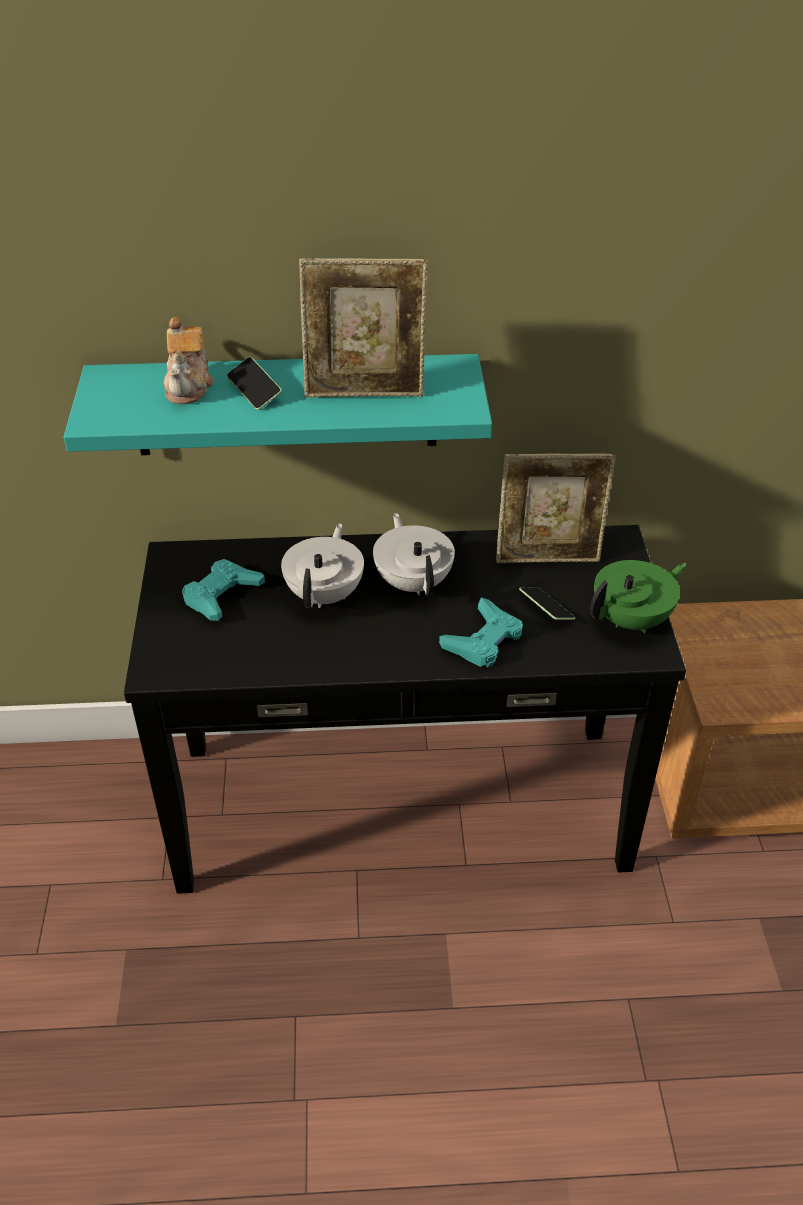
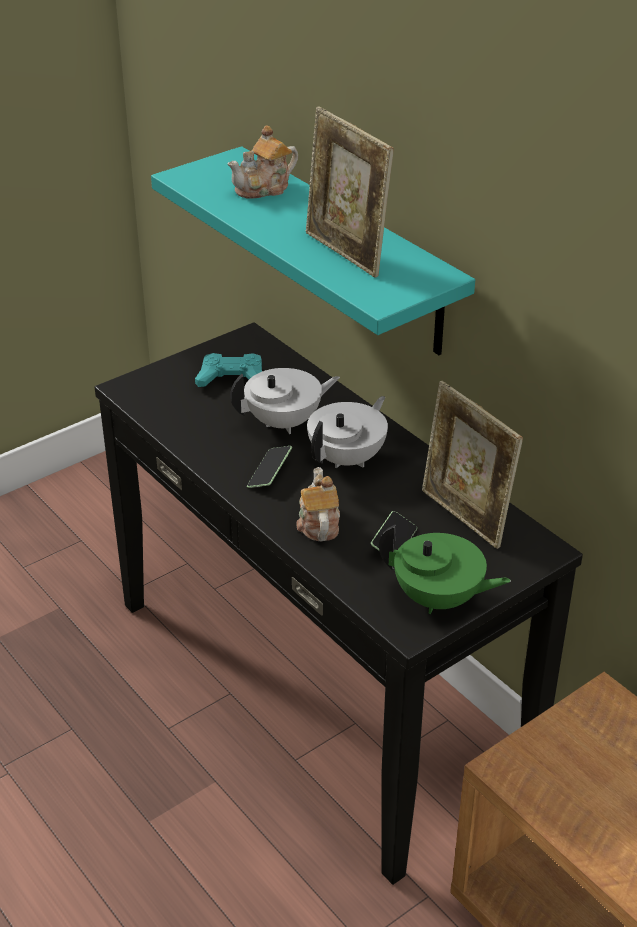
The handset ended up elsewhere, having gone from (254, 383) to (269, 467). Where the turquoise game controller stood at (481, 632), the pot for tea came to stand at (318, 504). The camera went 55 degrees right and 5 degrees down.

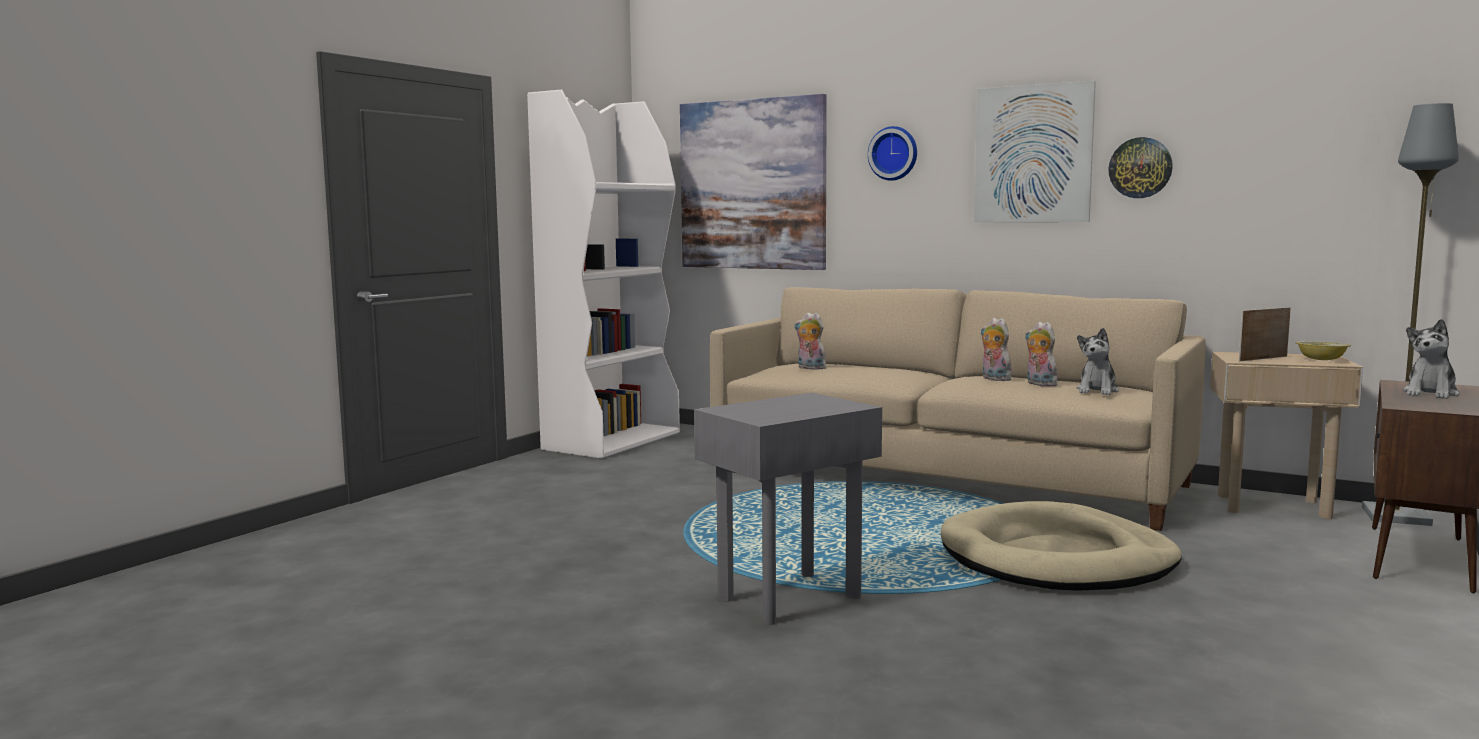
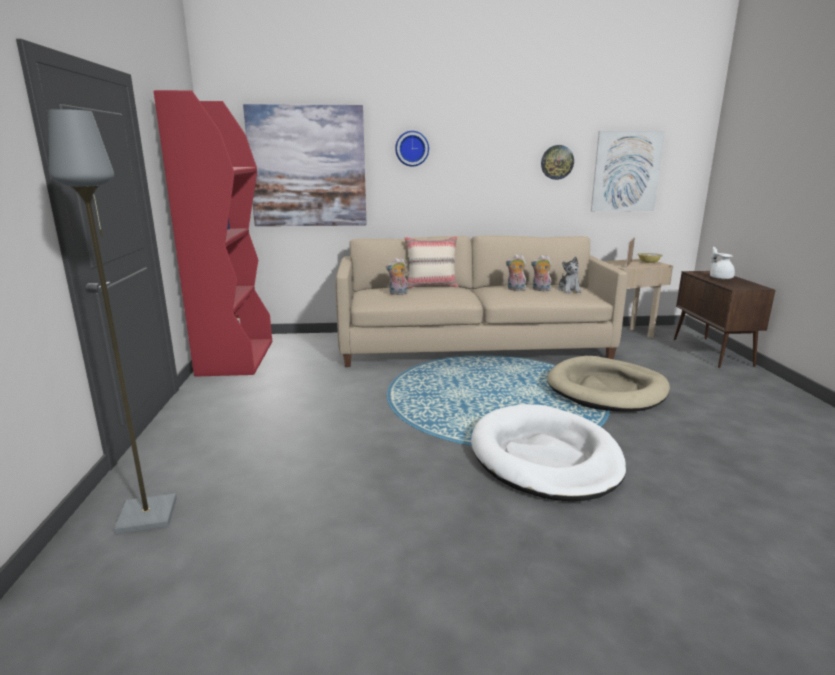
What was the white-coloured bookshelf at (603, 274) turned into the red bookshelf at (213, 233). Where the greyish side table stood at (788, 509), the white-coloured dog bed came to stand at (548, 452). The picture ended up elsewhere, having gone from (1035, 151) to (628, 171). The greyish floor lamp ended up elsewhere, having gone from (1410, 314) to (113, 321). Where the soft toy stood at (1431, 359), the white-coloured pot for tea came to stand at (722, 263). The second view gained the beige cushion at (431, 262). The camera went 35 degrees left and 10 degrees up.

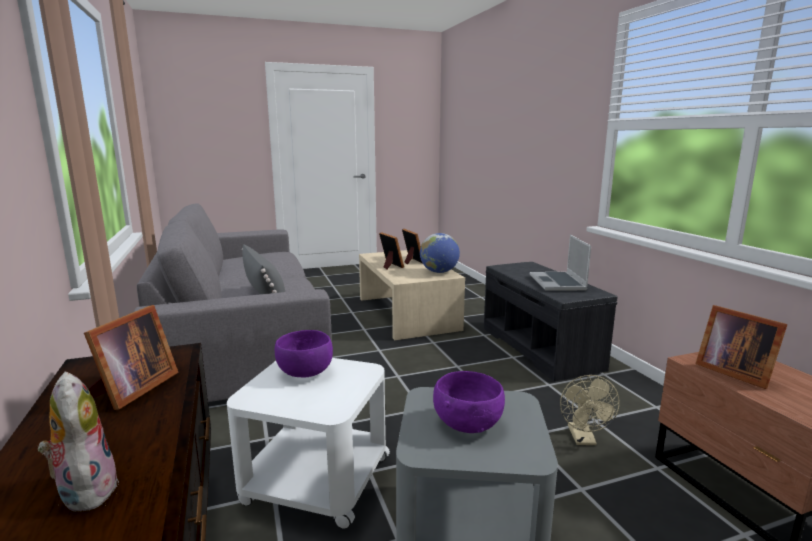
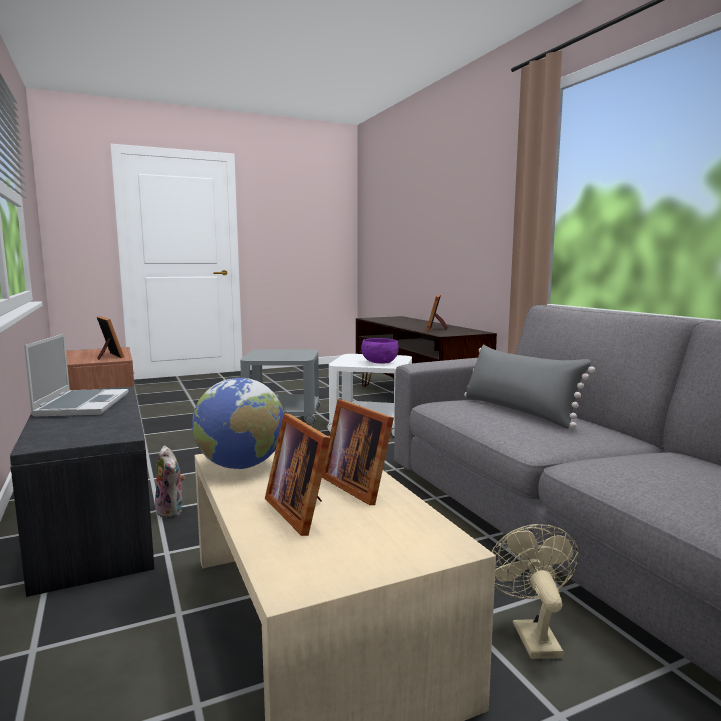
The soft toy ended up elsewhere, having gone from (78, 442) to (170, 482). The second view lost the purple bowl at (469, 402). The beige electric fan ended up elsewhere, having gone from (590, 410) to (535, 591). The camera went 175 degrees right and 5 degrees down.

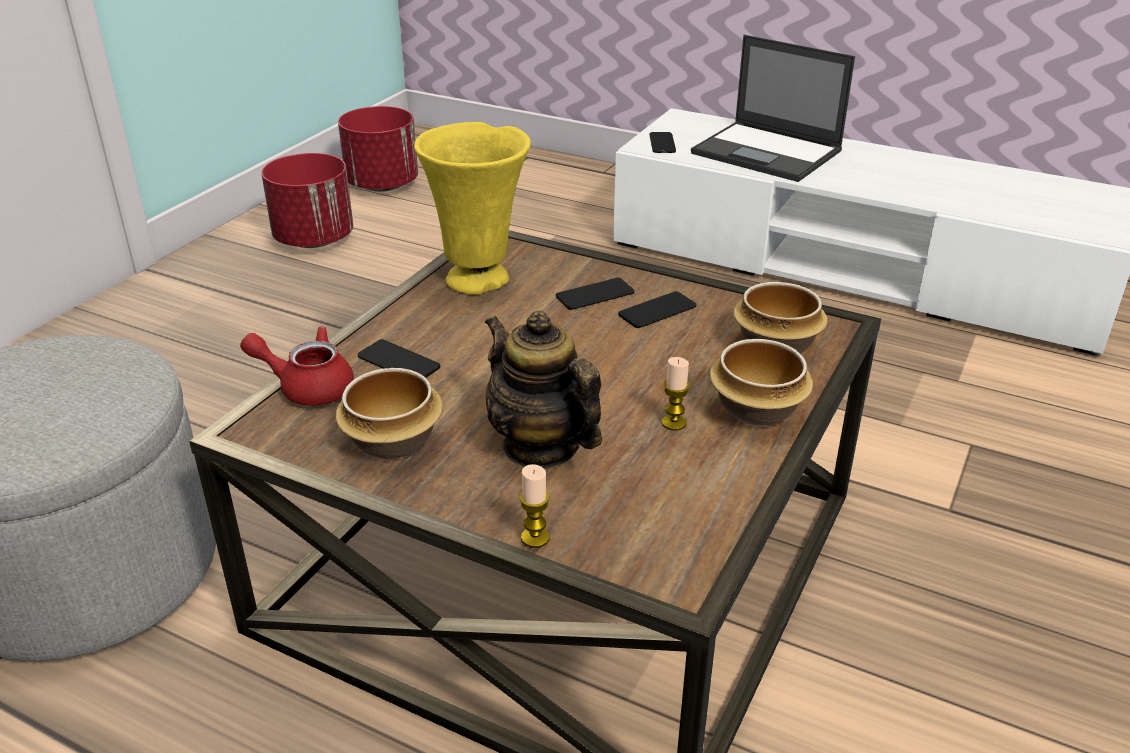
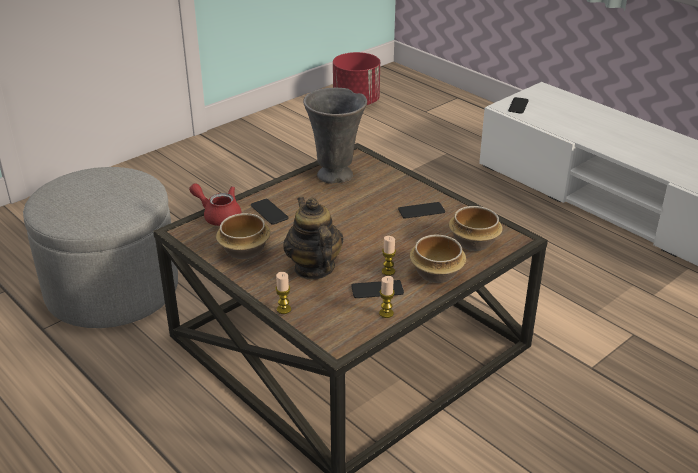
The second view lost the red planter at (307, 200). What was the yellow-coloured vase at (472, 208) turned into the greyish vase at (335, 136). The handset ended up elsewhere, having gone from (595, 293) to (377, 289). The second view lost the laptop at (773, 108). The second view gained the candle at (387, 297). The camera went 20 degrees right and 0 degrees up.

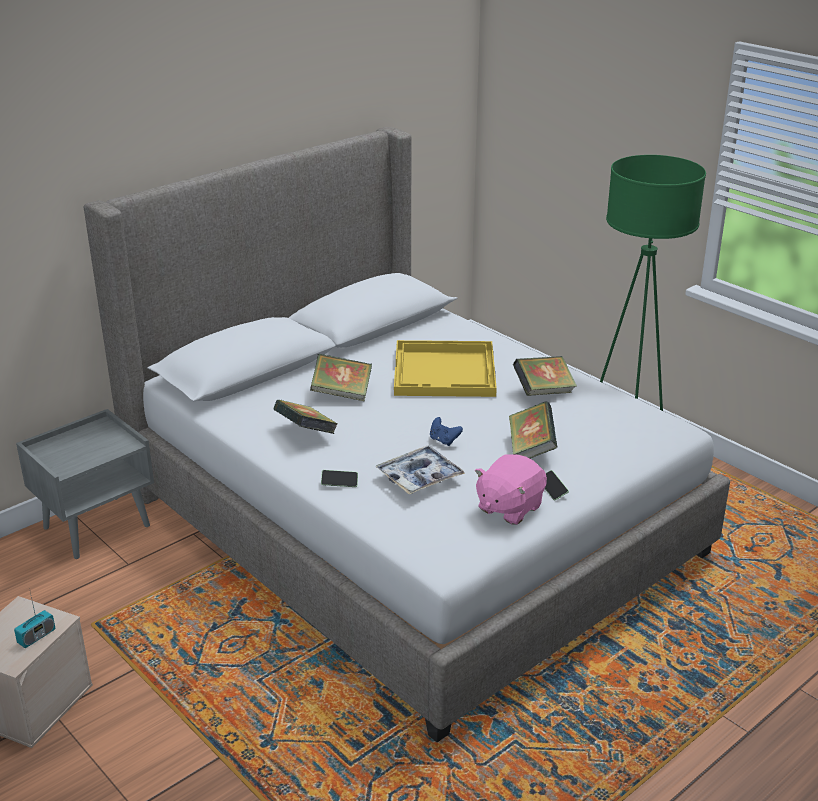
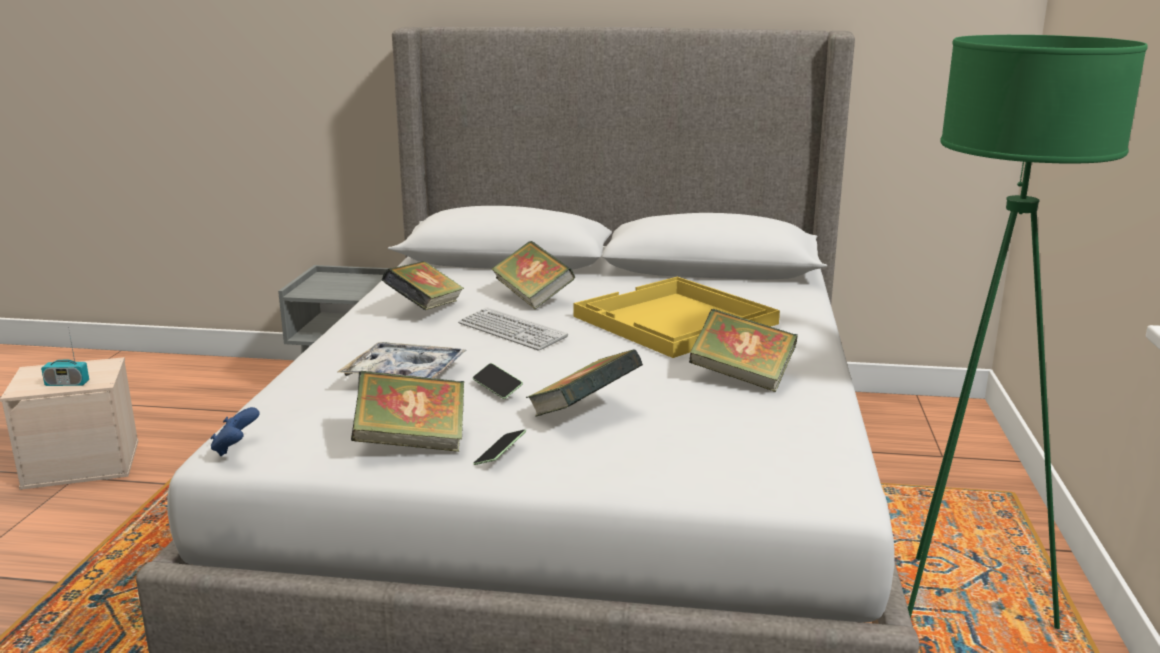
The handset ended up elsewhere, having gone from (339, 478) to (498, 381). The blue game controller ended up elsewhere, having gone from (446, 431) to (235, 431). Where the pinkish soft toy stood at (511, 489), the bound book came to stand at (407, 411). The second view gained the keyboard at (513, 329). The camera went 50 degrees right and 10 degrees down.

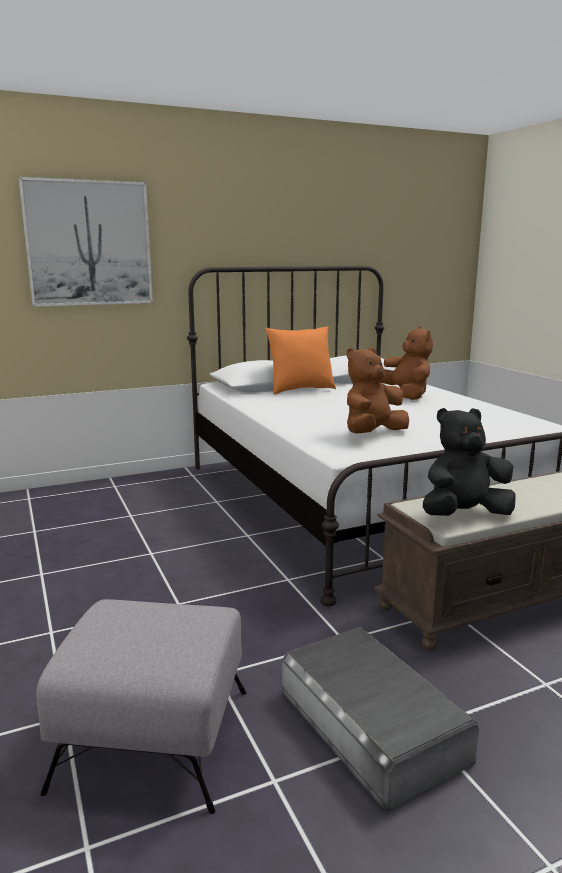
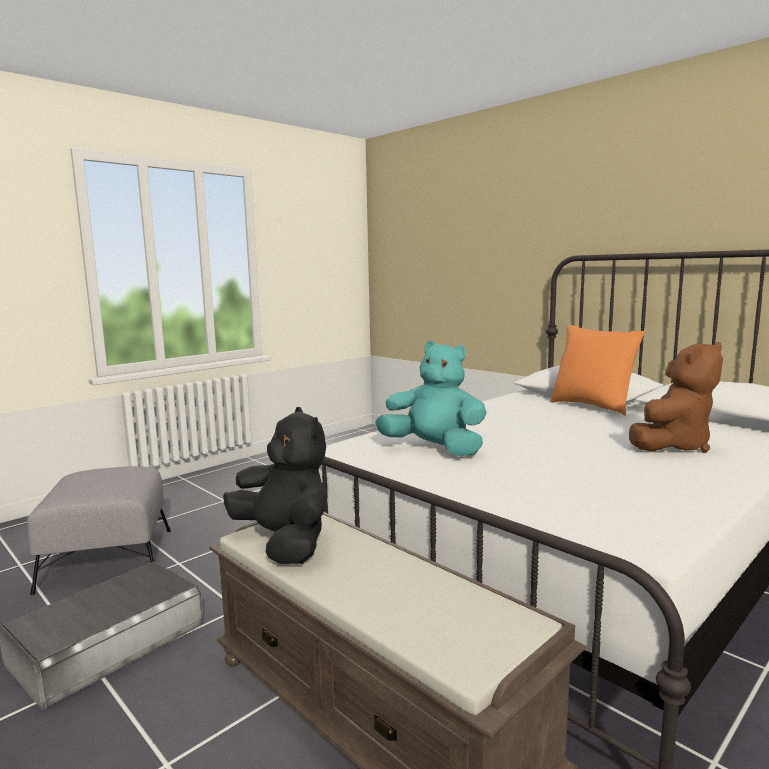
The second view lost the picture at (86, 242). What was the brownish soft toy at (378, 390) turned into the turquoise soft toy at (431, 398). The camera went 70 degrees right and 5 degrees down.

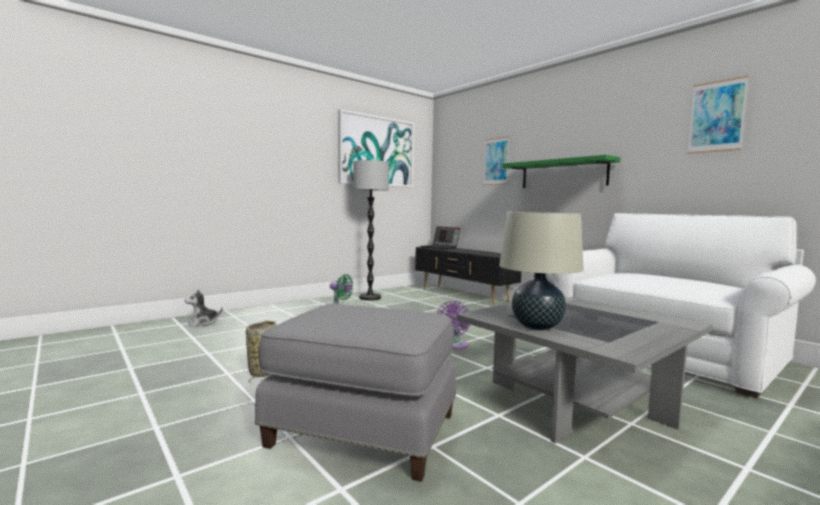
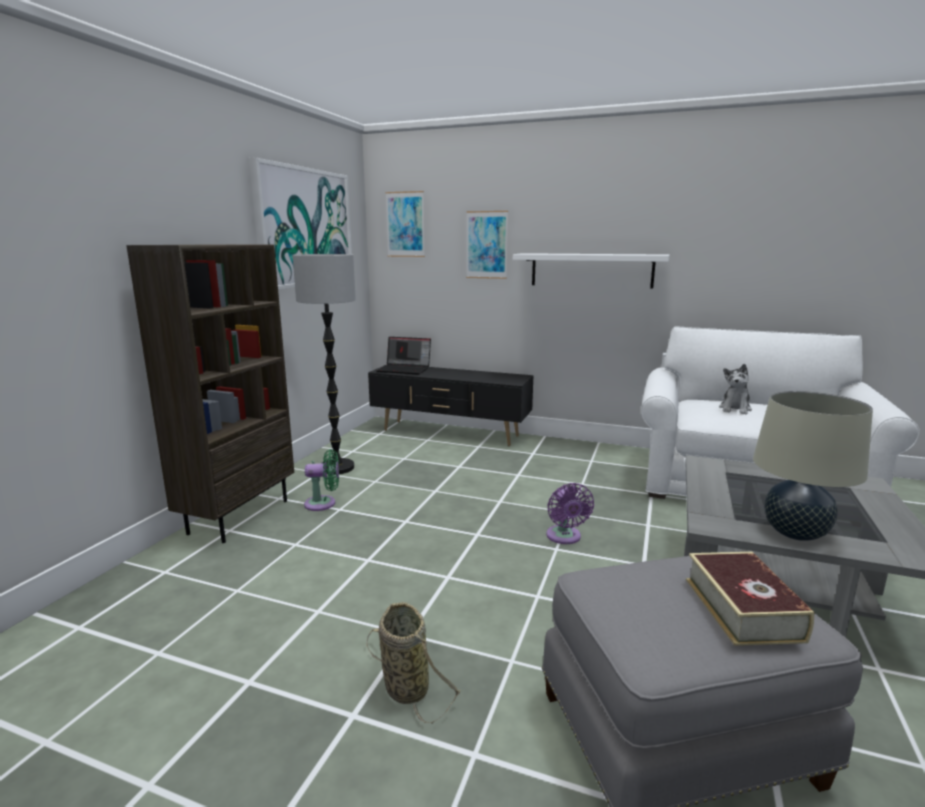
The soft toy ended up elsewhere, having gone from (204, 308) to (735, 389). What was the greenish bracket shelf at (561, 171) turned into the white-coloured bracket shelf at (591, 271). The picture ended up elsewhere, having gone from (718, 114) to (405, 224). The second view gained the brownish bookshelf at (210, 393). The second view gained the bound book at (750, 599). The camera went 30 degrees left and 10 degrees up.

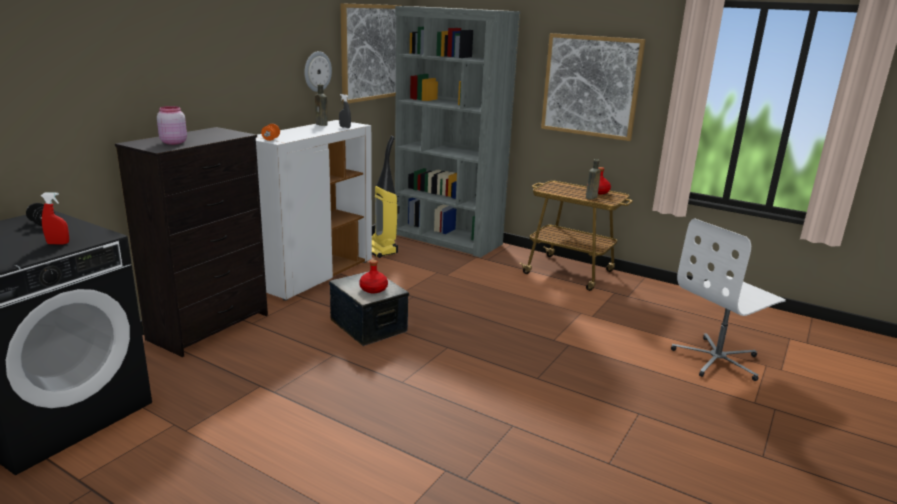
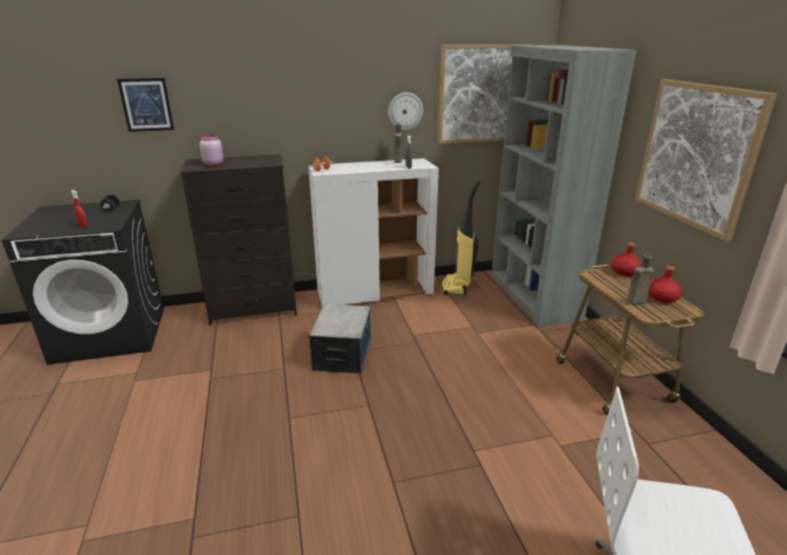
The red bottle ended up elsewhere, having gone from (373, 276) to (626, 259). The second view gained the picture at (145, 105). The camera went 45 degrees right and 5 degrees up.

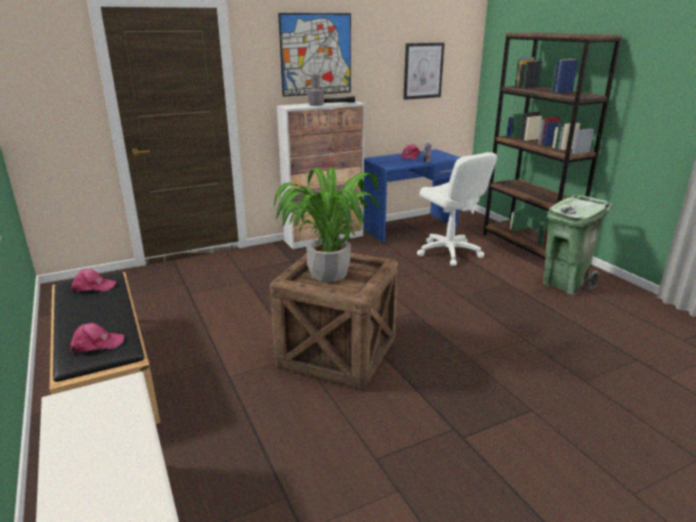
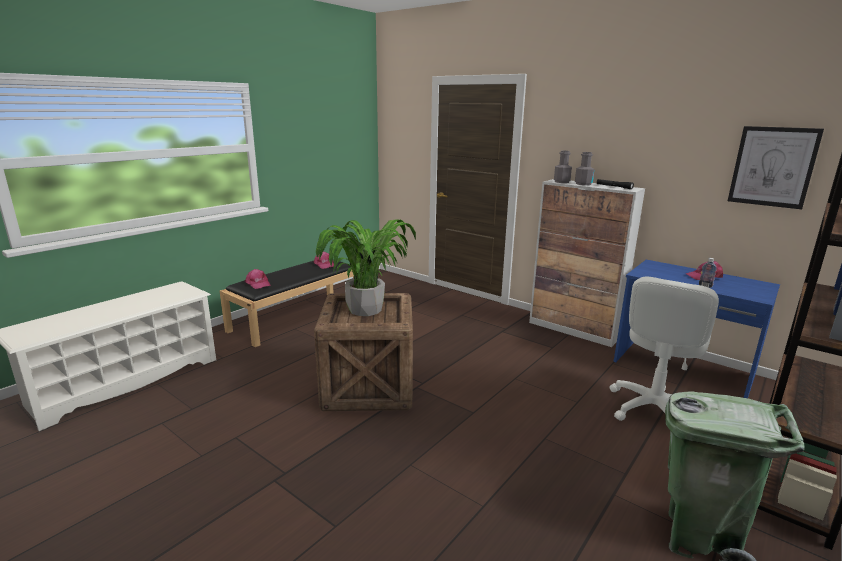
The second view lost the picture at (314, 55). The second view gained the greyish bottle at (563, 167). The camera went 65 degrees right and 5 degrees down.

